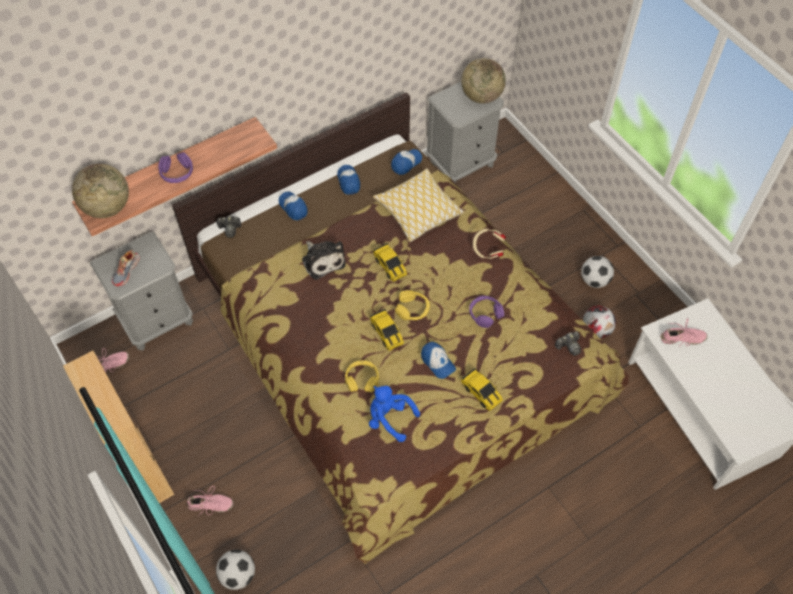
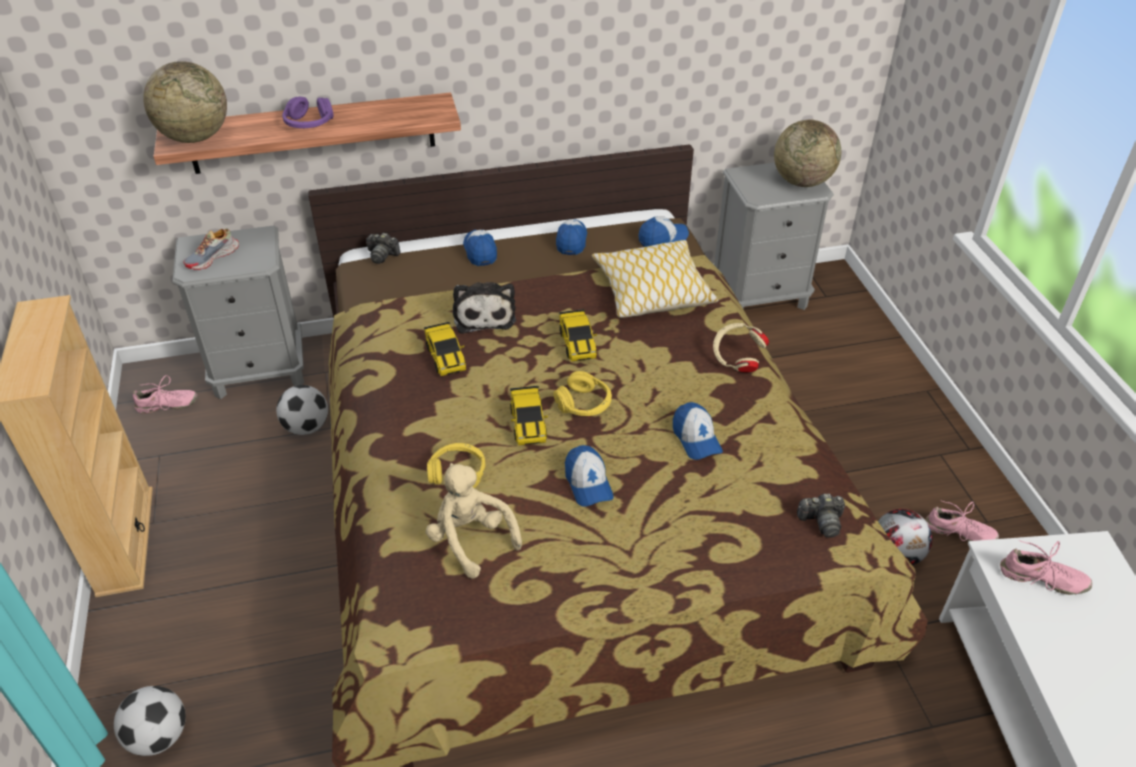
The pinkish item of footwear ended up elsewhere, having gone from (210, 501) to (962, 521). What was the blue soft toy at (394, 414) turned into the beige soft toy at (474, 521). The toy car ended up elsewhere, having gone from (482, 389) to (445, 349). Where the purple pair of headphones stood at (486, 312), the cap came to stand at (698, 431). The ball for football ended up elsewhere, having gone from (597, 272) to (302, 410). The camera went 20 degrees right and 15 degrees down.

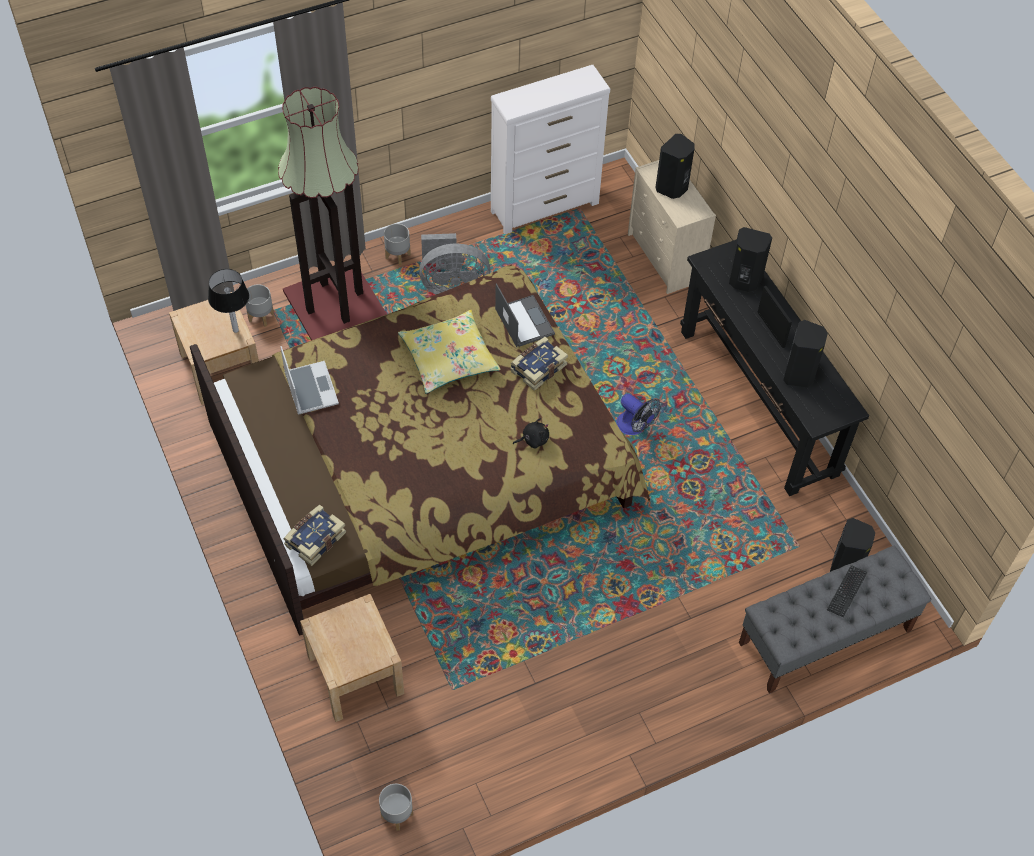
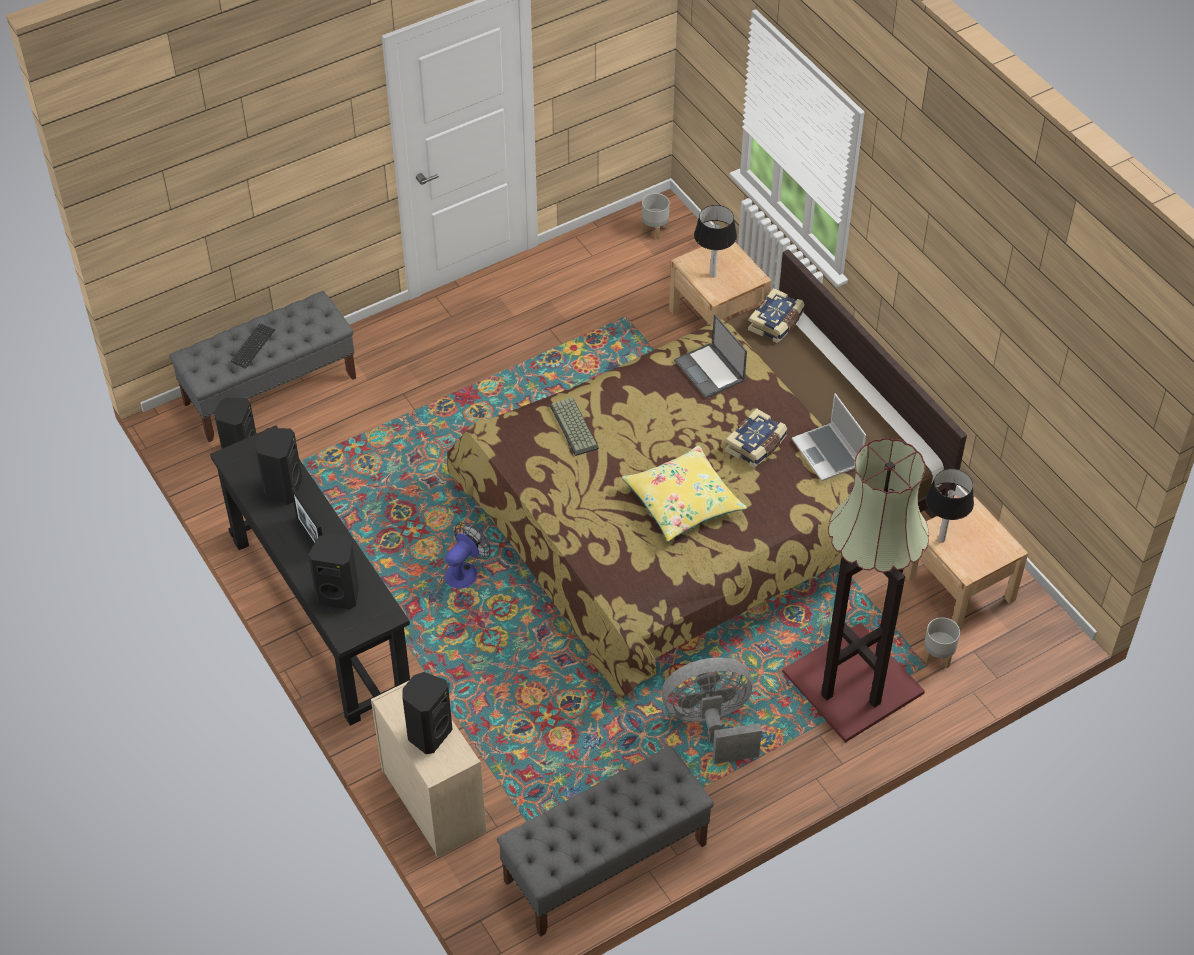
The second view lost the greyish planter at (397, 245). Where the white-coloured chest of drawers stood at (550, 149), the greyish long seat came to stand at (605, 841). The laptop ended up elsewhere, having gone from (525, 315) to (710, 356). The bound book ended up elsewhere, having gone from (539, 364) to (756, 438). Where the black-coloured soft toy stood at (531, 433), the keyboard came to stand at (574, 426). The electric fan at (638, 414) ended up facing another way, 90 degrees clockwise from before. The second view gained the lamp for a table at (715, 241). The camera went 175 degrees right and 5 degrees down.

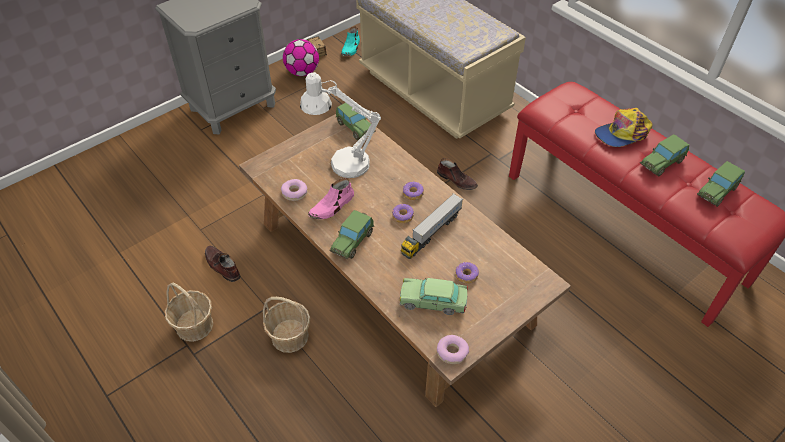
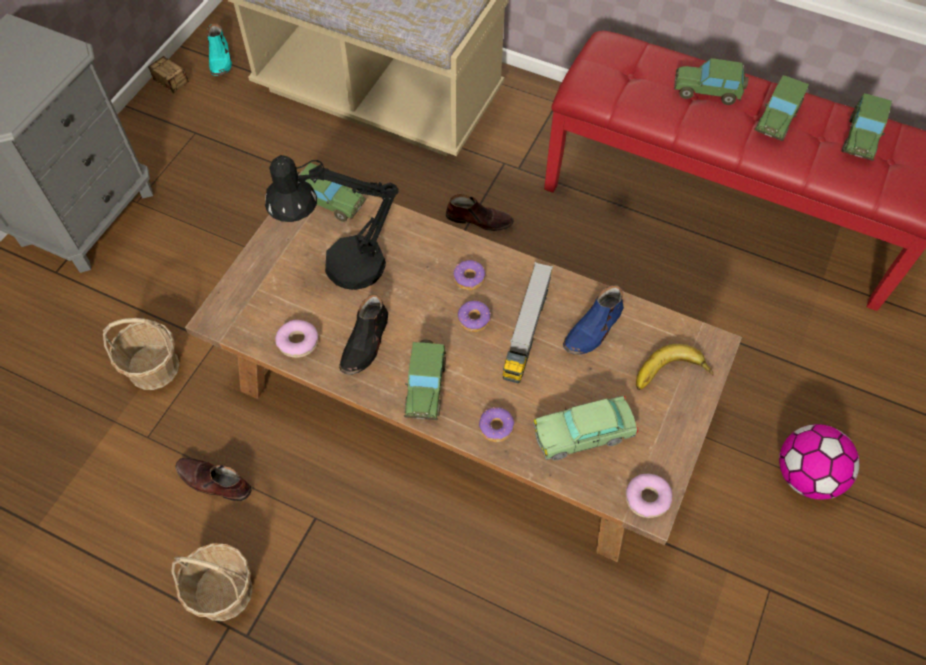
The basket ended up elsewhere, having gone from (287, 325) to (141, 354). The ball for football ended up elsewhere, having gone from (301, 57) to (819, 462). What was the white-coloured lamp for a table at (340, 125) turned into the black-coloured lamp for a table at (332, 222). What was the pinkish item of footwear at (331, 198) turned into the black-coloured item of footwear at (363, 334). The ring doughnut ended up elsewhere, having gone from (467, 273) to (496, 424). Where the cap stood at (624, 127), the toy car came to stand at (711, 81). The second view gained the blue item of footwear at (593, 319). The second view gained the whole banana at (674, 367). The camera went 25 degrees left and 10 degrees up.

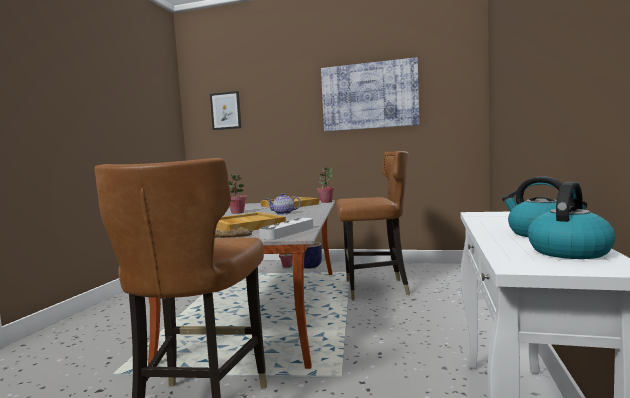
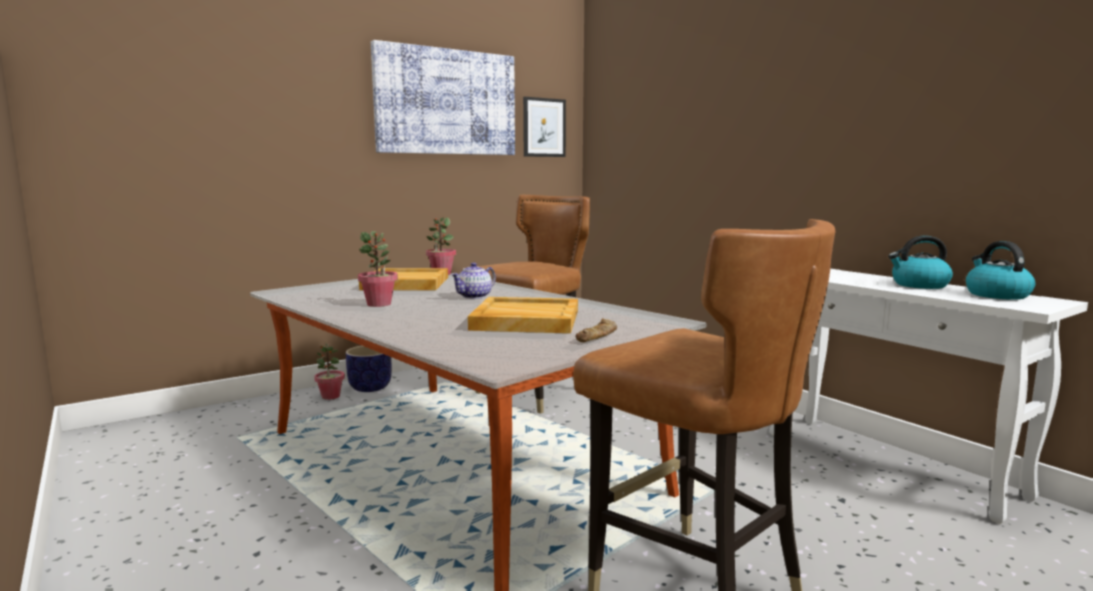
The picture ended up elsewhere, having gone from (225, 110) to (544, 127). The second view lost the greyish serving tray at (286, 229). The camera went 50 degrees left and 5 degrees up.

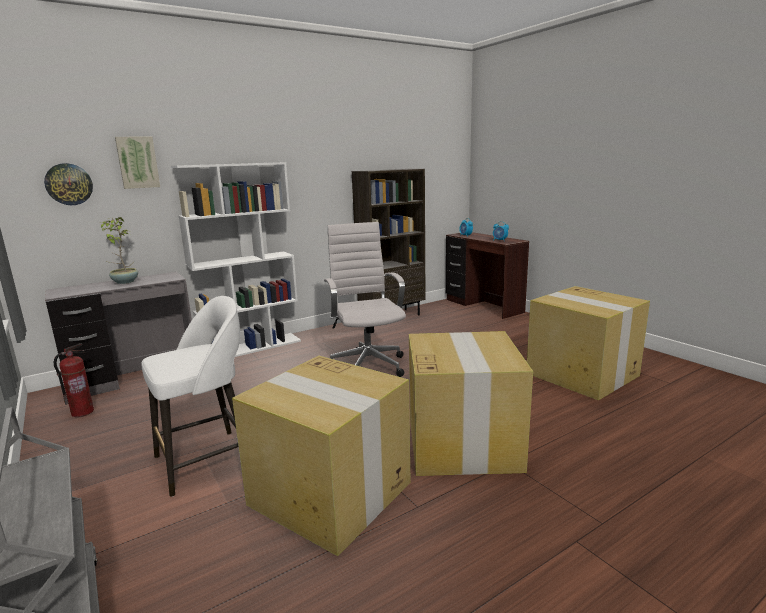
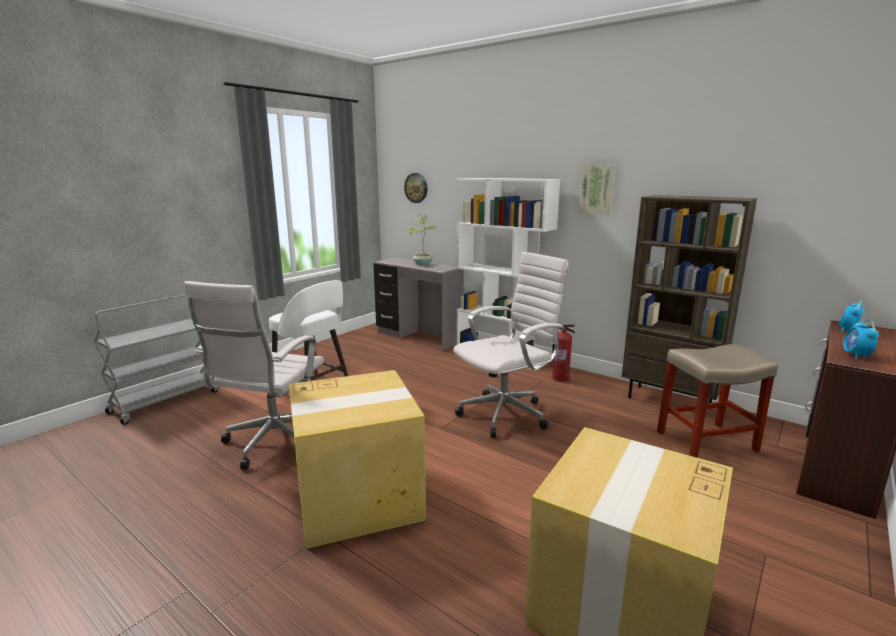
The fire extinguisher ended up elsewhere, having gone from (74, 380) to (563, 353). The picture ended up elsewhere, having gone from (137, 163) to (597, 189). Where the carton stood at (321, 456), the white-coloured desk chair came to stand at (254, 375). The second view gained the beige sitting stool at (717, 401). The camera went 70 degrees right and 0 degrees up.

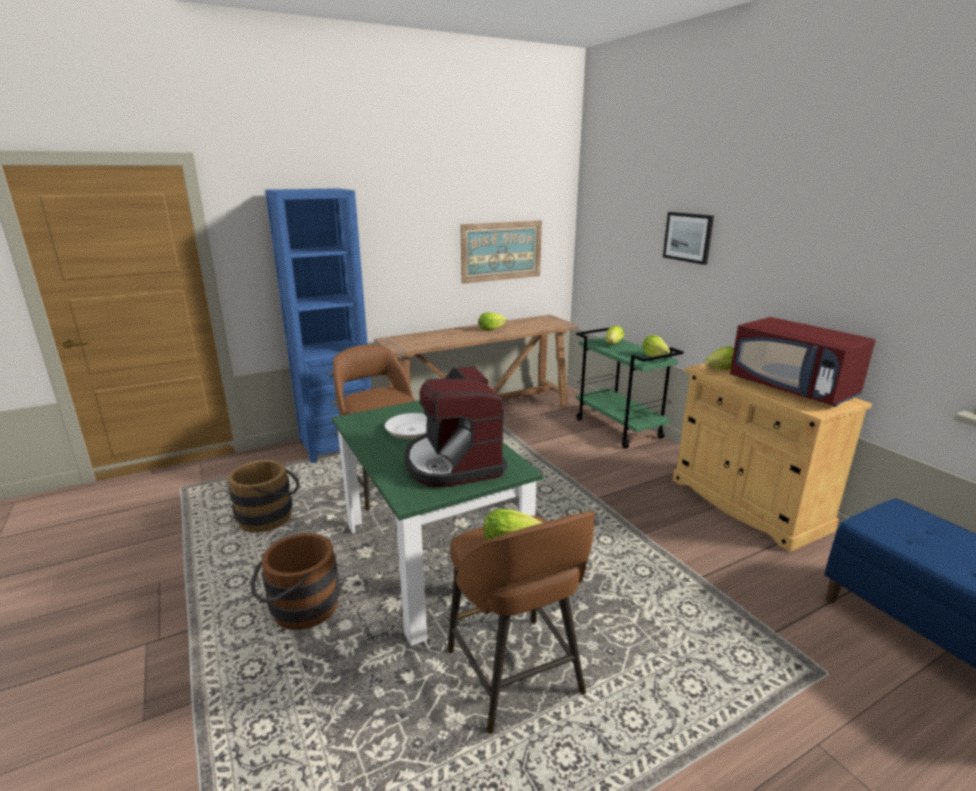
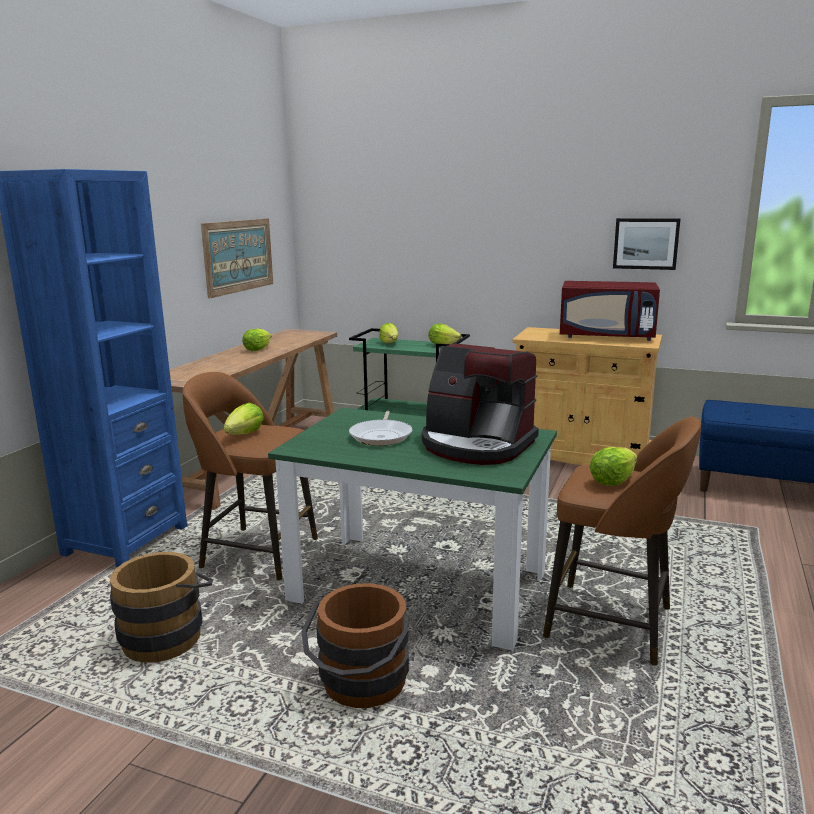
The picture ended up elsewhere, having gone from (688, 238) to (647, 244). The head of lettuce ended up elsewhere, having gone from (719, 358) to (244, 419). The camera went 40 degrees left and 5 degrees down.

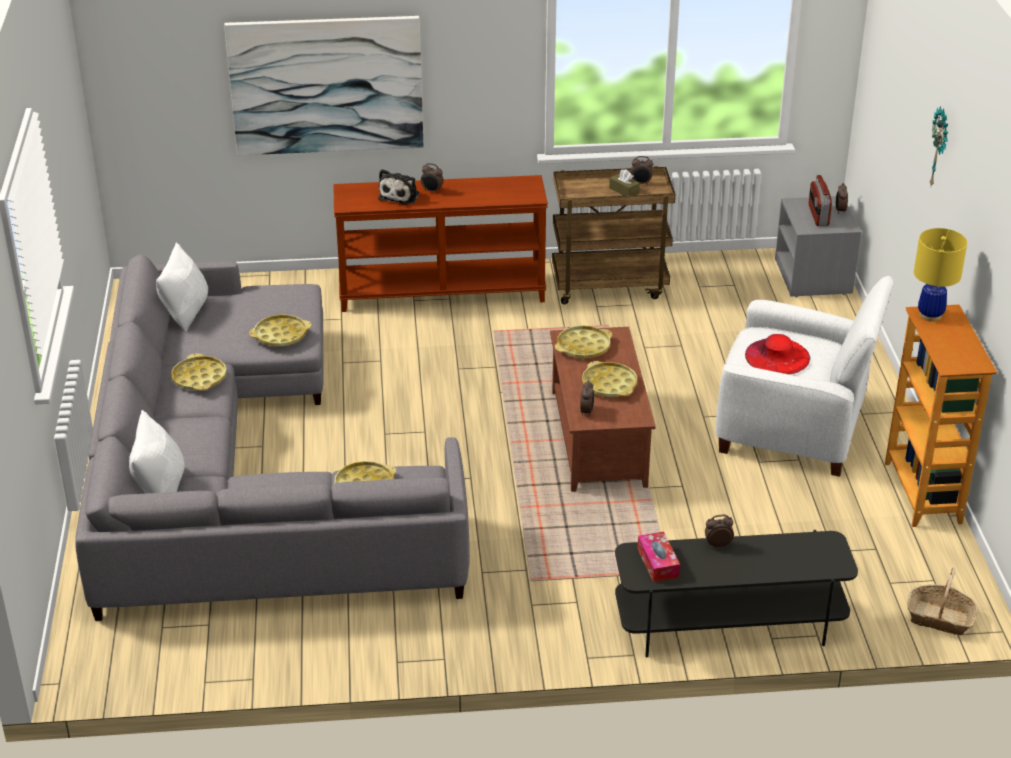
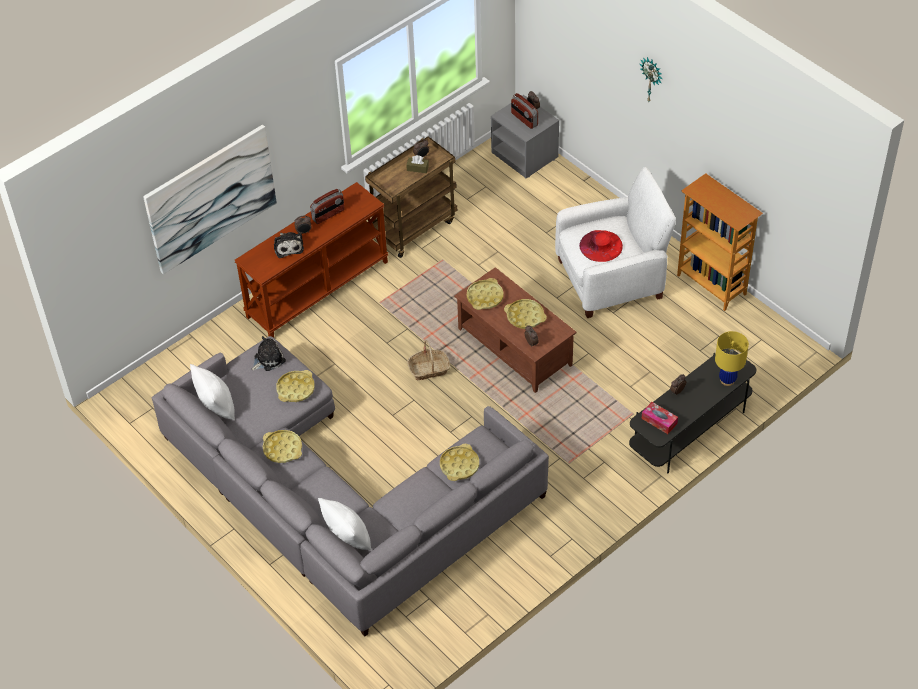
The basket ended up elsewhere, having gone from (942, 601) to (429, 360). The yellow-coloured lamp for a table ended up elsewhere, having gone from (940, 275) to (732, 358). The second view gained the soft toy at (268, 353). The second view gained the radio receiver at (327, 206). The camera went 35 degrees left and 15 degrees up.

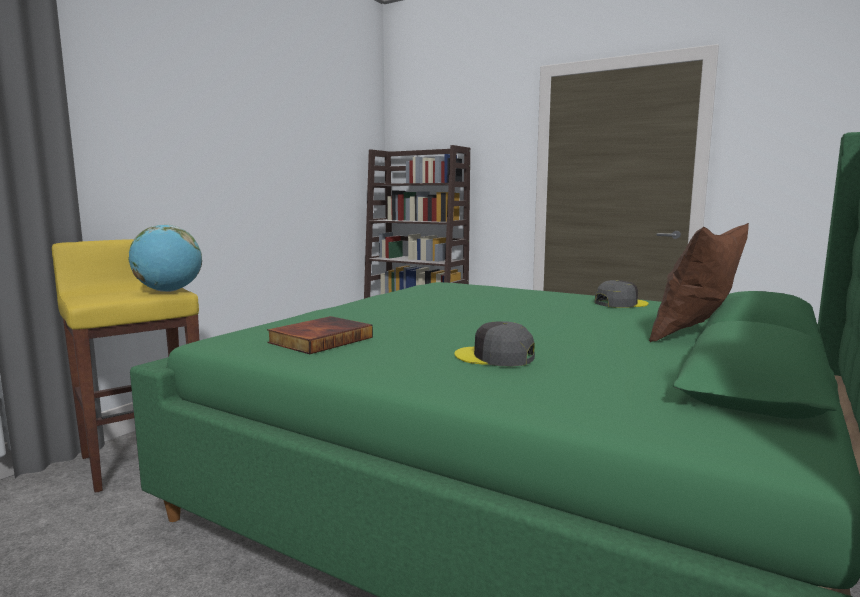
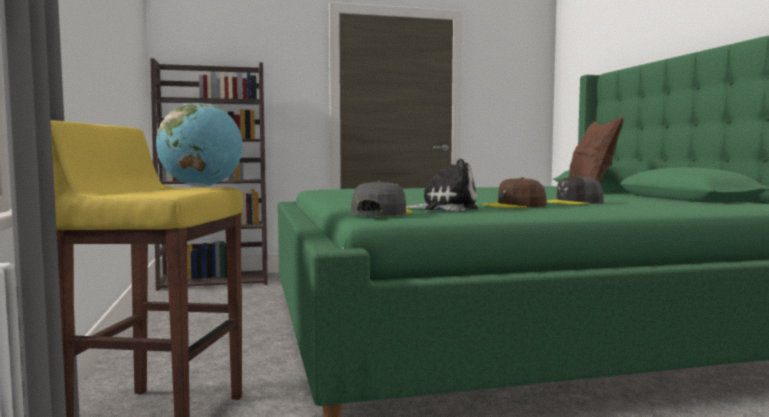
Where the bound book stood at (320, 335), the soft toy came to stand at (442, 185). The greyish cap ended up elsewhere, having gone from (621, 294) to (382, 198). The second view gained the brownish cap at (515, 192). The camera went 45 degrees left and 5 degrees down.

